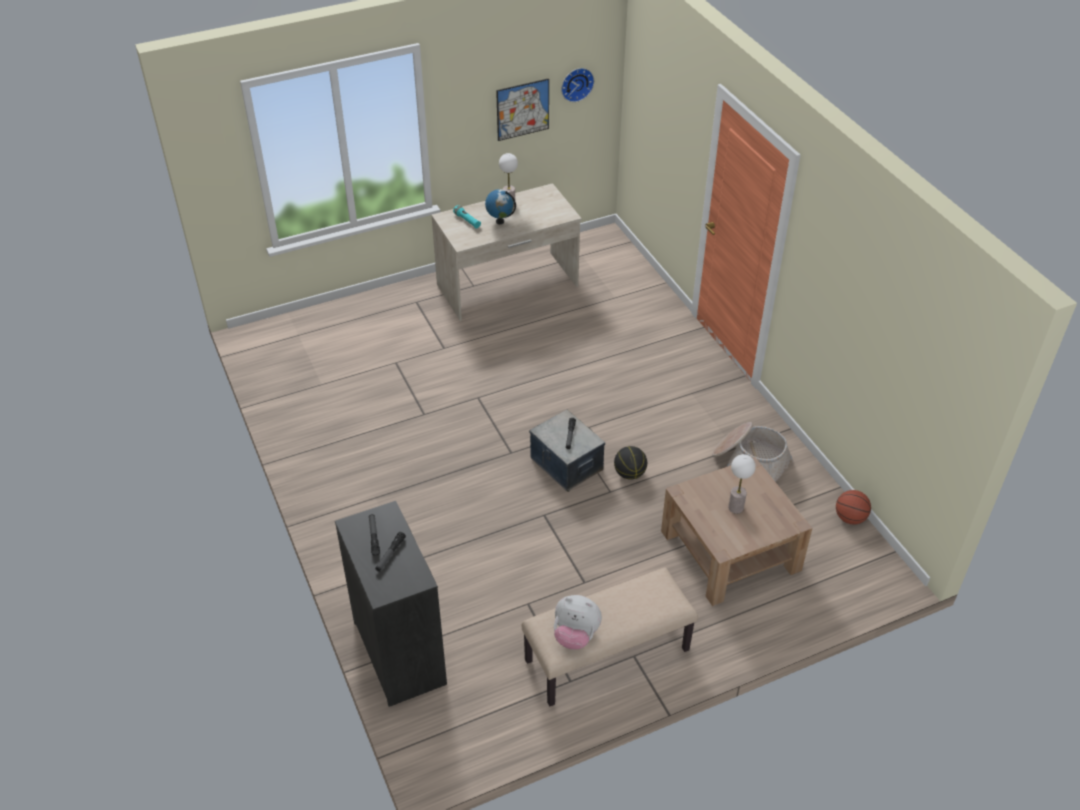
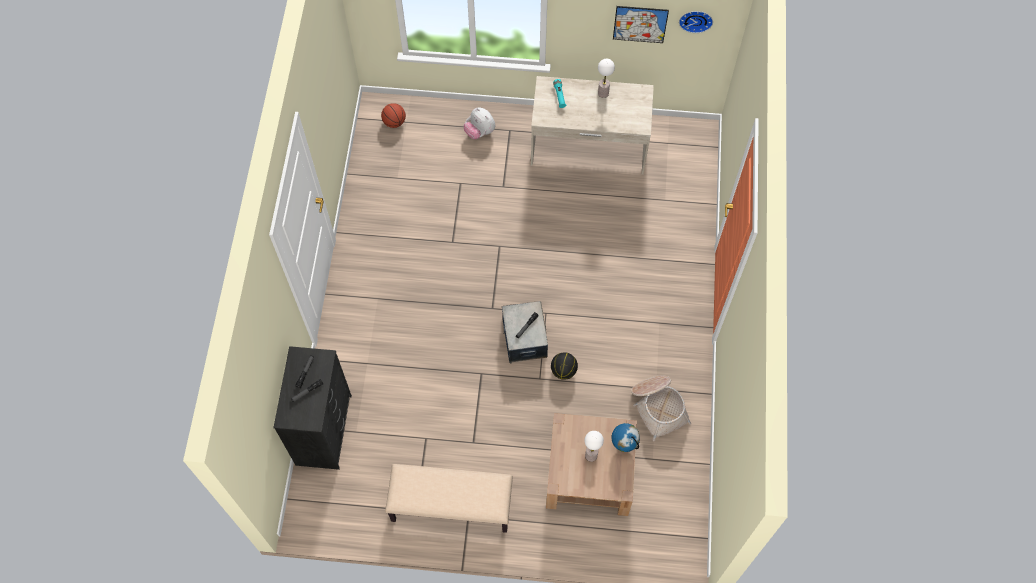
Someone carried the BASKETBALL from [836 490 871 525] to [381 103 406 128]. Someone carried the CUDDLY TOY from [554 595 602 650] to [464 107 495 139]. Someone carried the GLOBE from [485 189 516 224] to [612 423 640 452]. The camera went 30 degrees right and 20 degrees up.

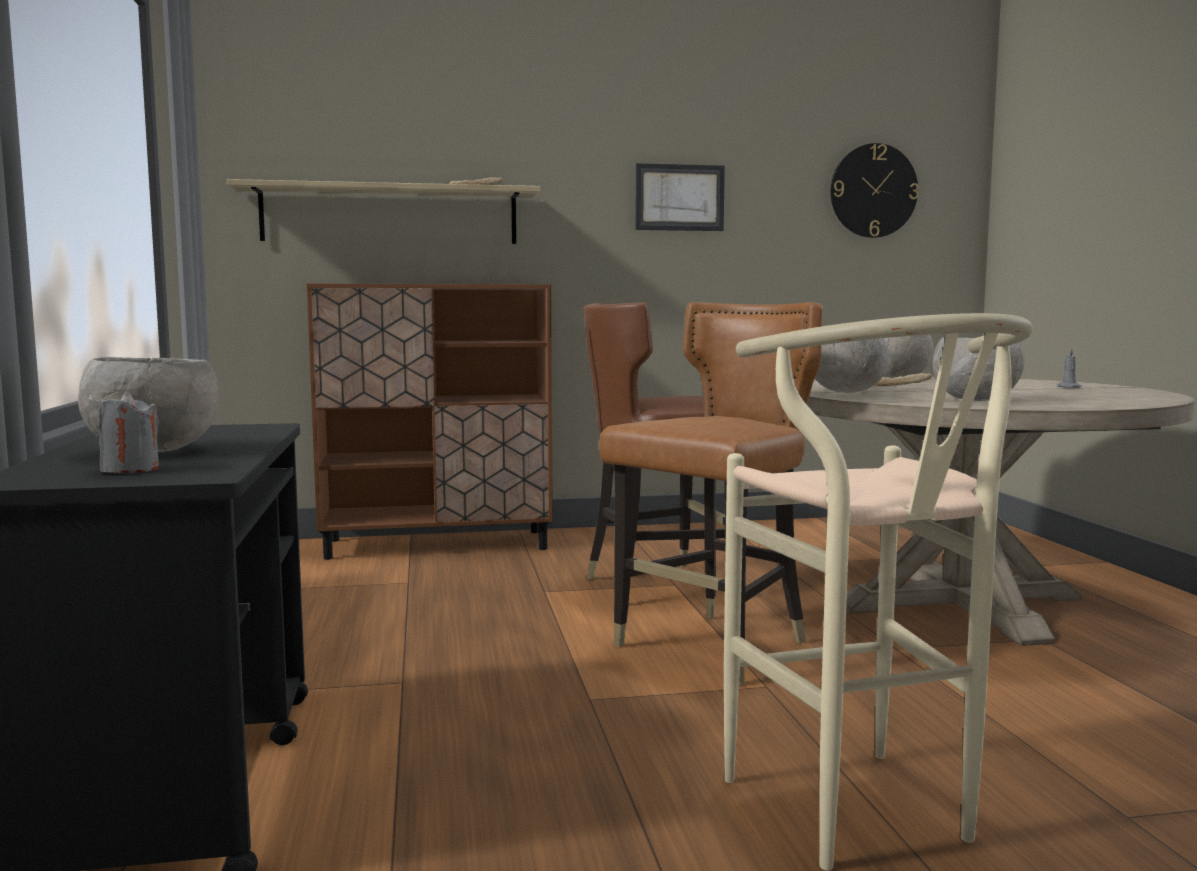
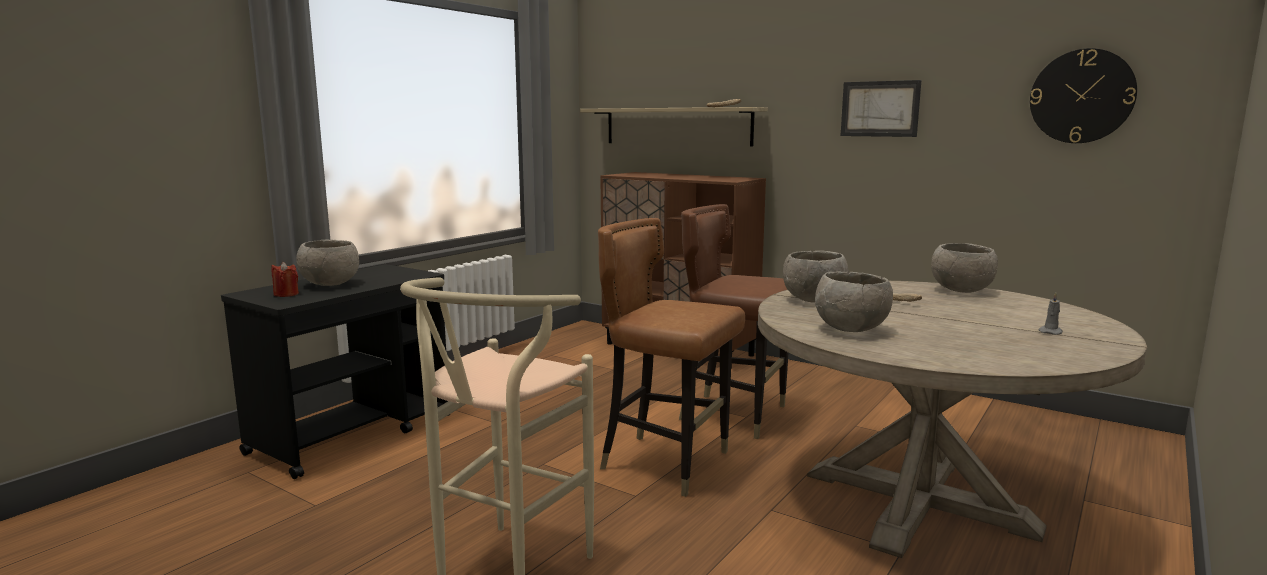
Someone repainted the GRAY WAX LIGHT at [98 391 159 473], which became the RED WAX LIGHT at [271 262 299 297]. Someone rotated the BROWN-COLOURED UPRIGHT CHAIR at [599 302 823 686] by 150 degrees counterclockwise. The camera went 45 degrees right and 5 degrees up.

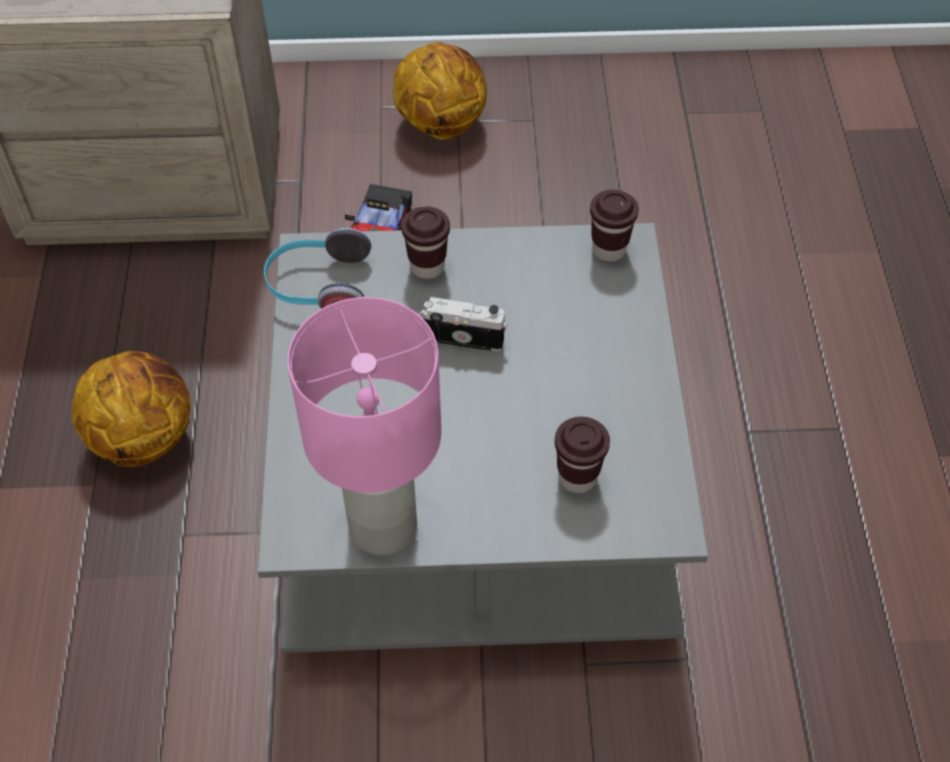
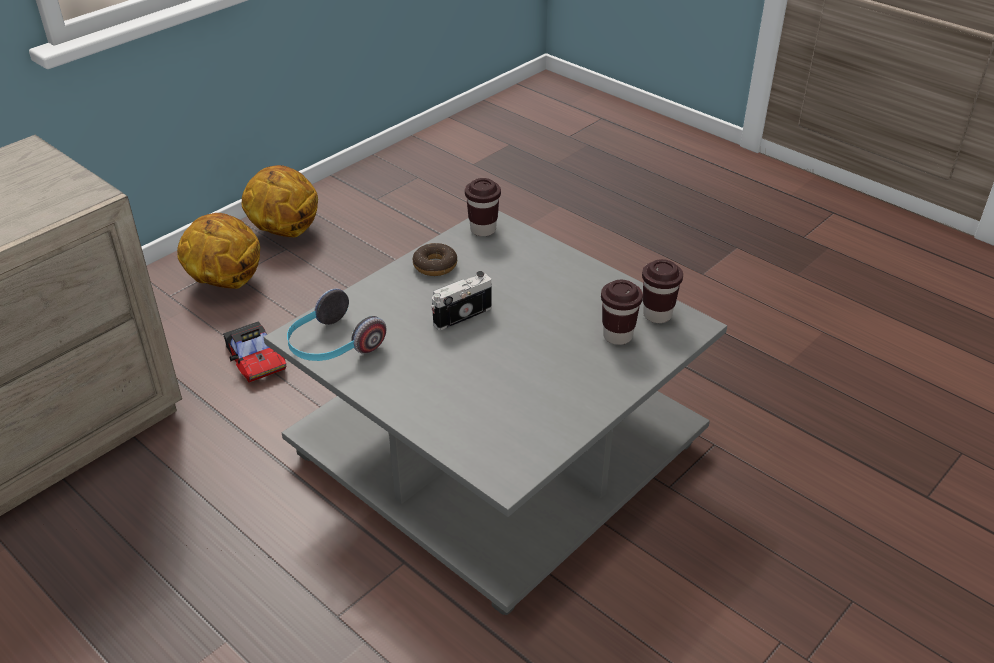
Someone carried the BASKETBALL from [72 351 191 467] to [241 165 318 237]. Someone put down the DONUT at [413 243 457 276]. Someone carried the BROWN-COLOURED SMALL CUP from [401 207 450 279] to [642 259 683 323]. Someone took away the PINK-COLOURED LAMP FOR A TABLE at [287 297 441 556]. The camera went 45 degrees left and 15 degrees down.

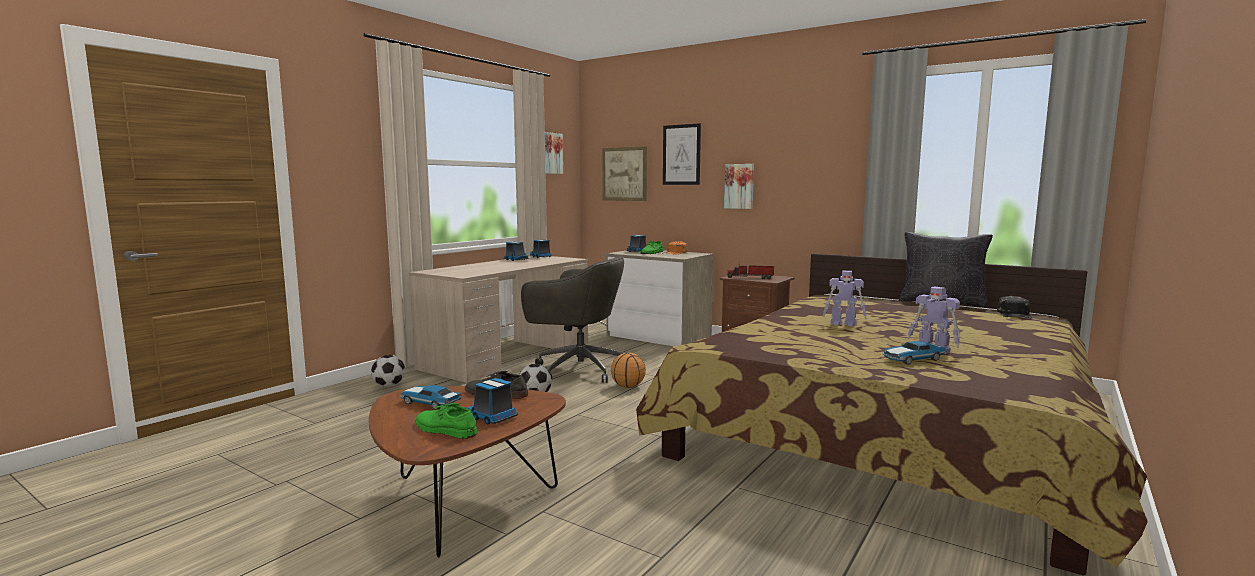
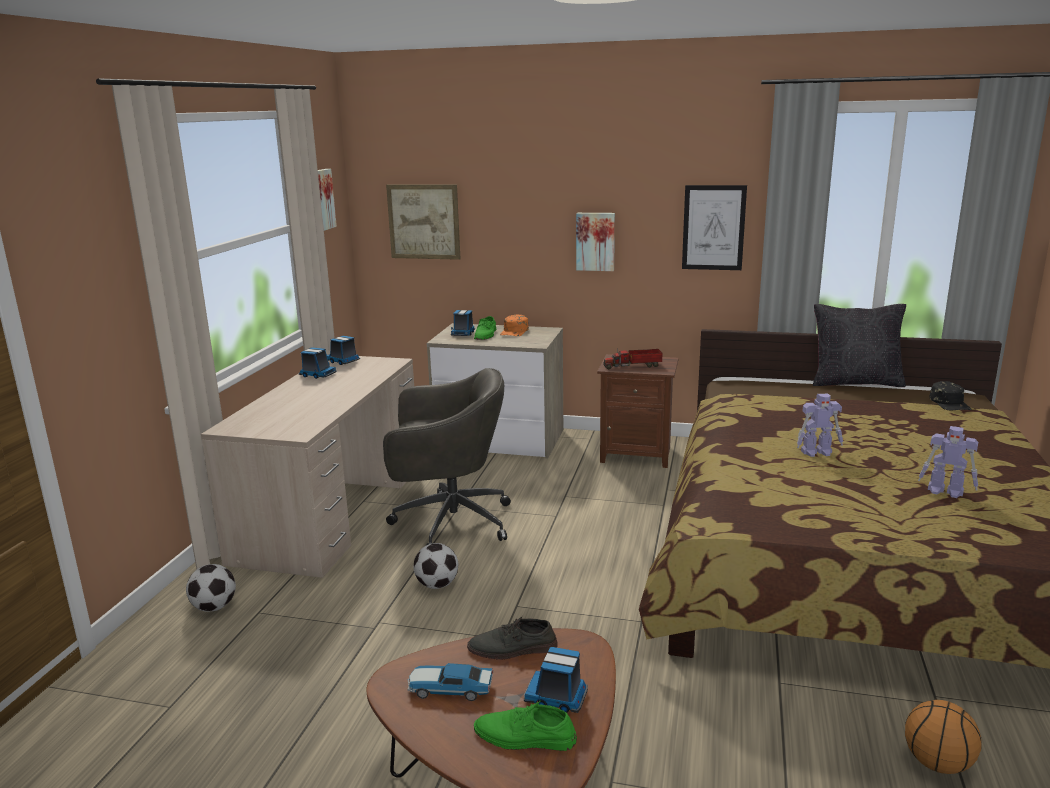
Someone carried the WALL ART from [663 123 701 185] to [682 185 747 270]. Someone carried the BASKETBALL from [611 352 646 388] to [905 700 982 774]. Someone took away the MINIATURE CAR at [882 341 946 365]. The camera went 20 degrees left and 10 degrees up.

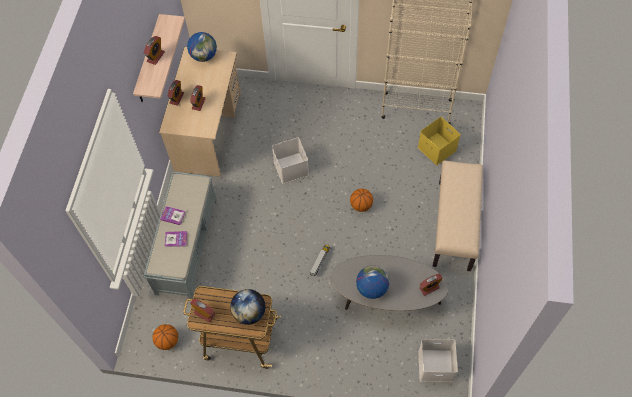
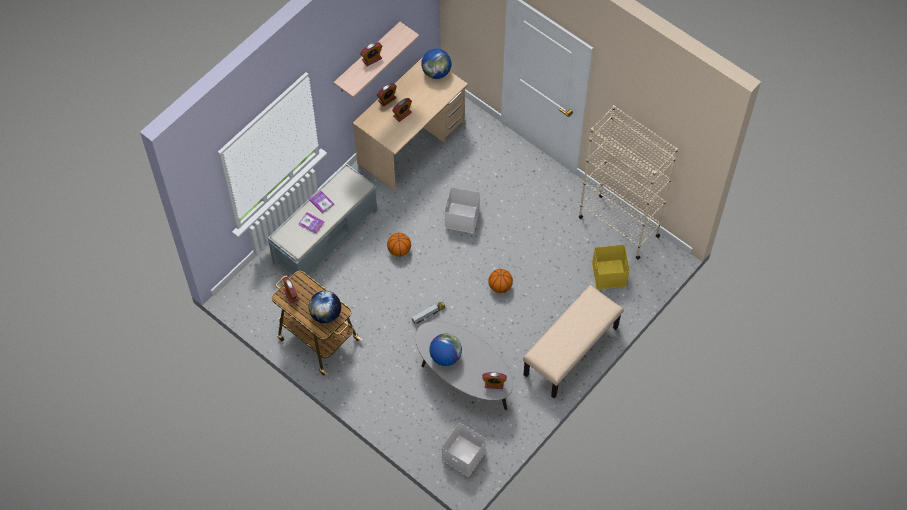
Someone carried the BASKETBALL from [152 324 178 350] to [387 233 411 257]. The camera went 30 degrees right and 0 degrees up.

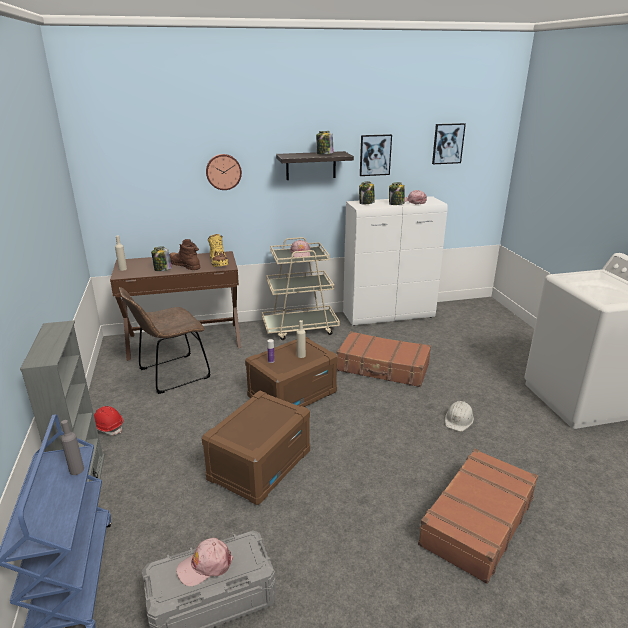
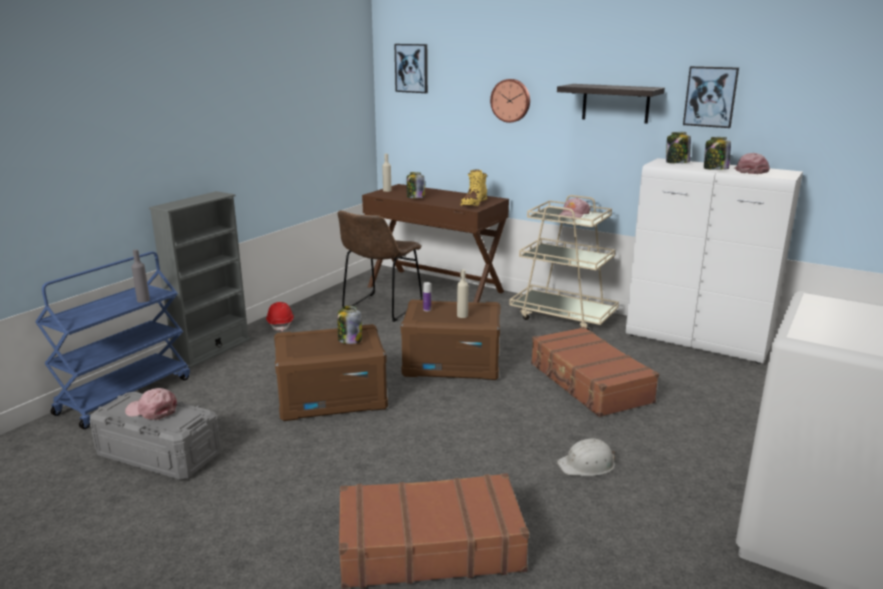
Someone carried the PRESERVE JAR from [316 131 333 154] to [337 306 362 344]. Someone rotated the BROWN-COLOURED UPRIGHT CHAIR at [119 287 211 394] by 75 degrees counterclockwise. Someone carried the WALL ART from [432 123 466 164] to [394 44 428 93]. Someone took away the BROWN-COLOURED BOOT at [170 239 201 270]. The camera went 45 degrees right and 5 degrees down.

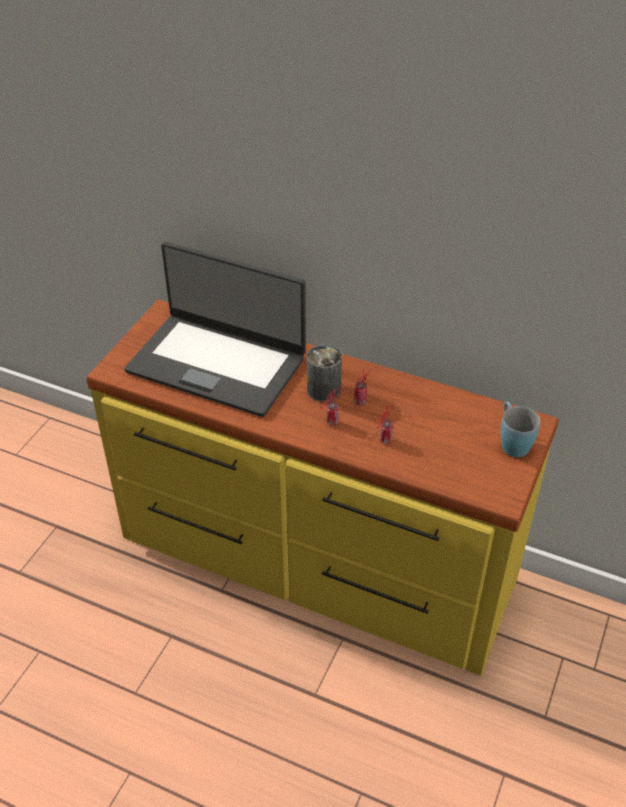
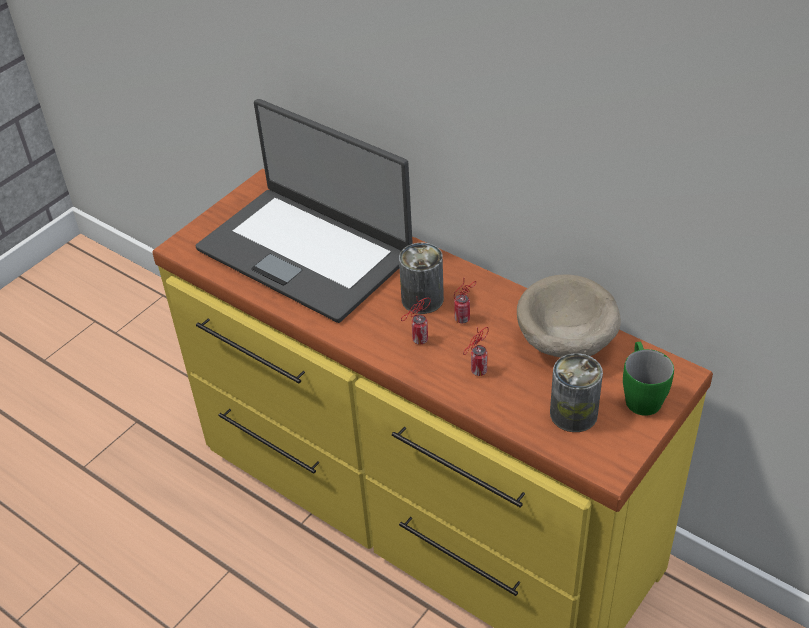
Someone put down the BEIGE SERVING BOWL at [517 274 621 358]. Someone put down the CAN at [550 353 603 432]. Someone repainted the BLUISH MUG at [501 402 540 457], which became the GREENISH MUG at [623 342 674 416]. The camera went 15 degrees right and 0 degrees up.

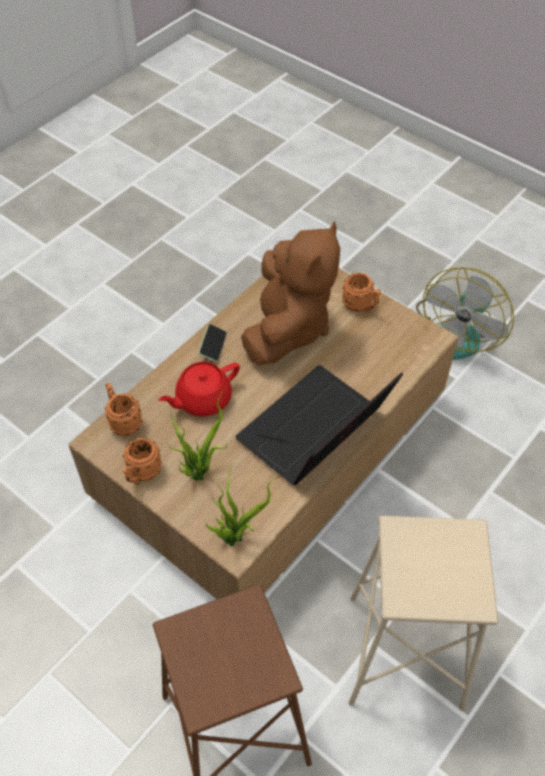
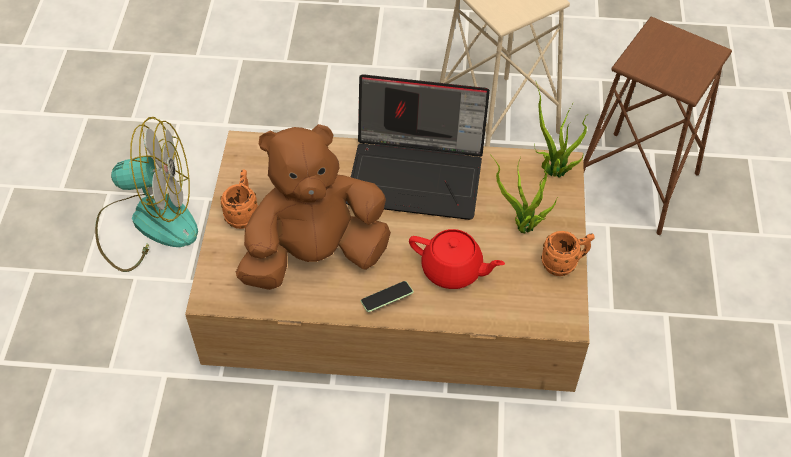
Someone took away the ORANGEY MUG at [105 383 143 436]. The camera went 125 degrees left and 0 degrees up.

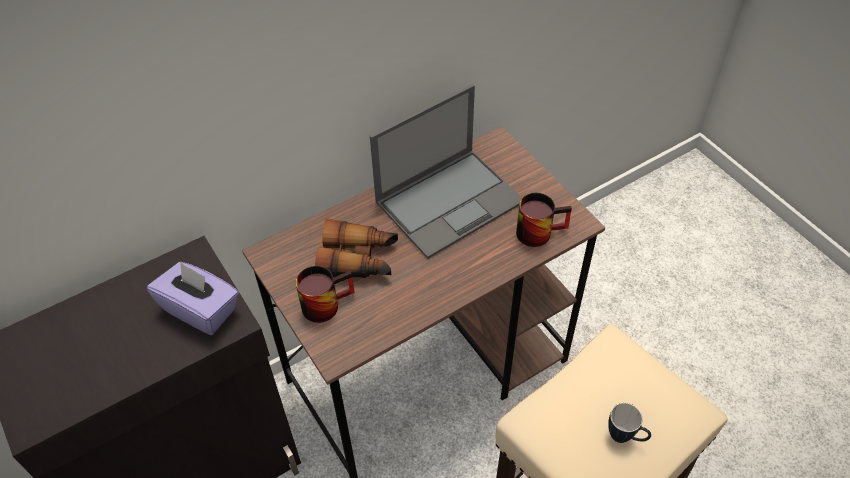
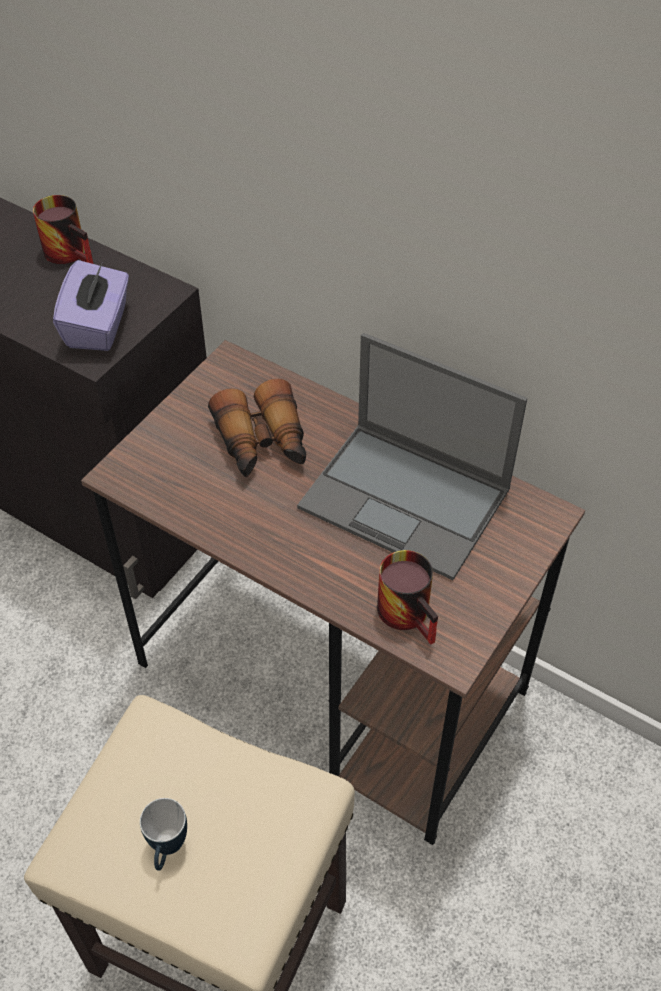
Someone carried the MUG from [296 266 355 323] to [33 195 93 264]. The camera went 65 degrees right and 0 degrees up.

